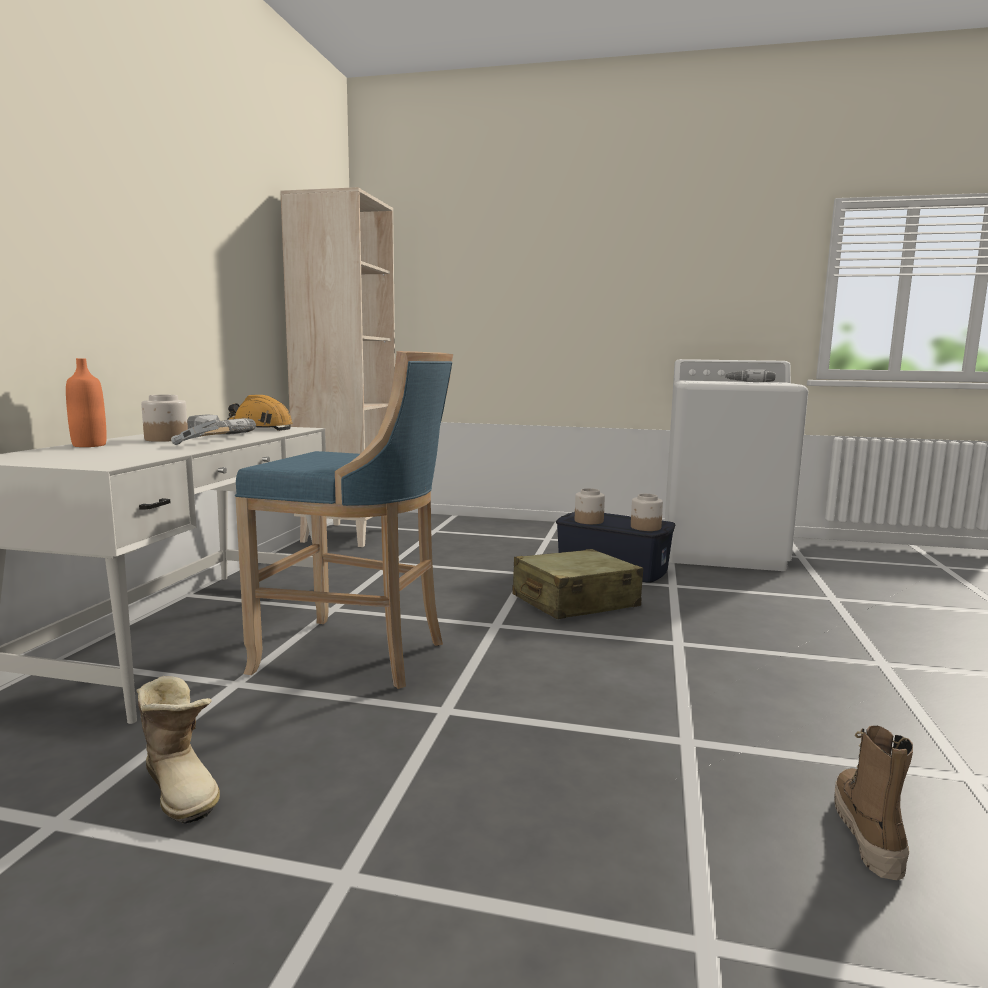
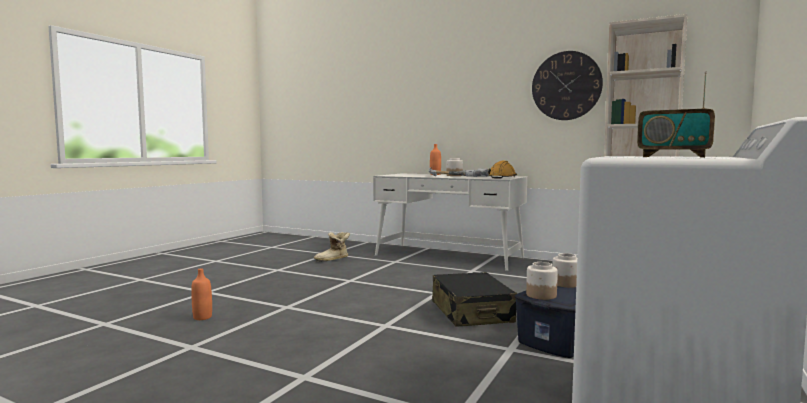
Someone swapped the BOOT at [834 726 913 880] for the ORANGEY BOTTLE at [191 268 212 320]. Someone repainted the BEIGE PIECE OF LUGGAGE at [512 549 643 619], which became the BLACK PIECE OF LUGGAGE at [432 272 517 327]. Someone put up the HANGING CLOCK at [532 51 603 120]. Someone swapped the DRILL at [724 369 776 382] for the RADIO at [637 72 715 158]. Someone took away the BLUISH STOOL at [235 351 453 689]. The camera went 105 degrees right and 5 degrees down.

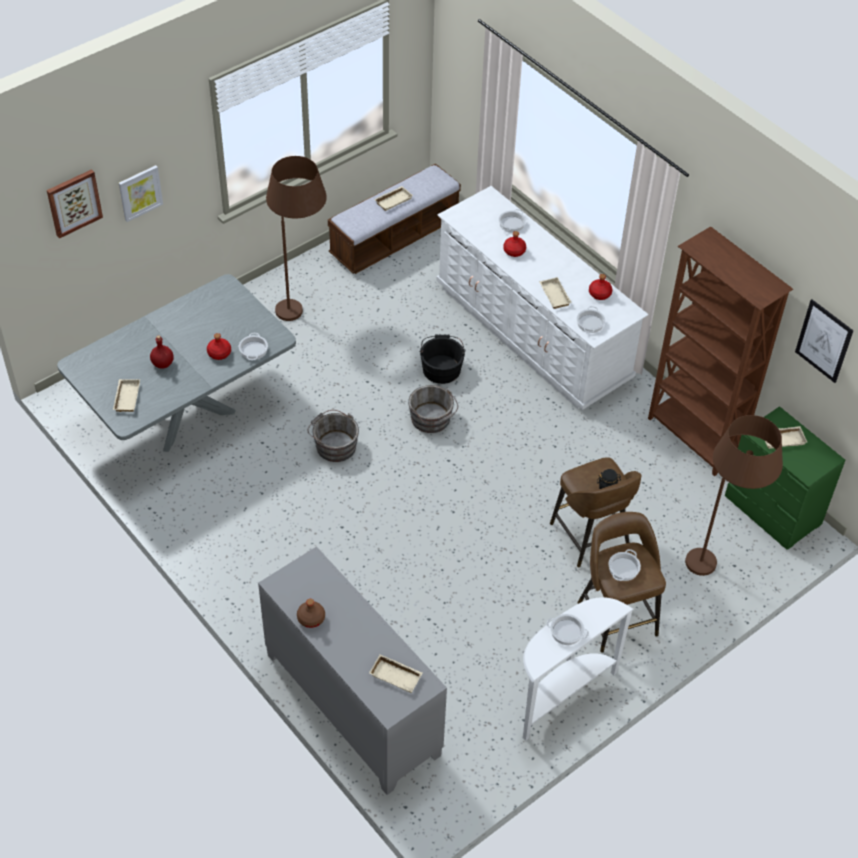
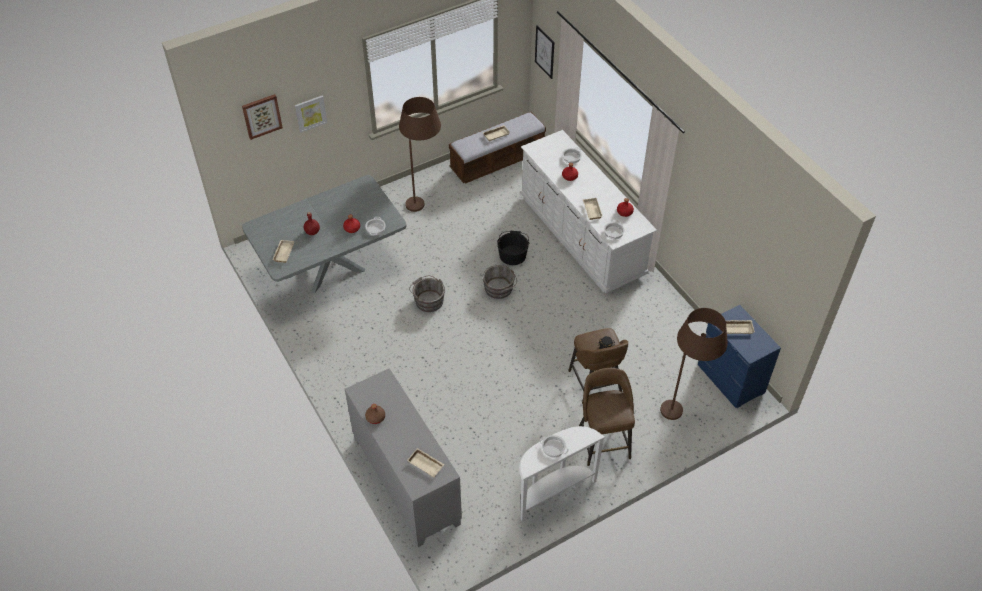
Someone carried the WALL ART from [795 299 853 383] to [535 25 554 79]. Someone repainted the GREENISH DRESSER at [725 406 845 550], which became the BLUISH DRESSER at [698 305 781 408]. Someone took away the STOCKPOT at [609 549 641 581]. Someone took away the BROWN-COLOURED SHELVING UNIT at [648 226 793 476]. The camera went 10 degrees right and 0 degrees up.

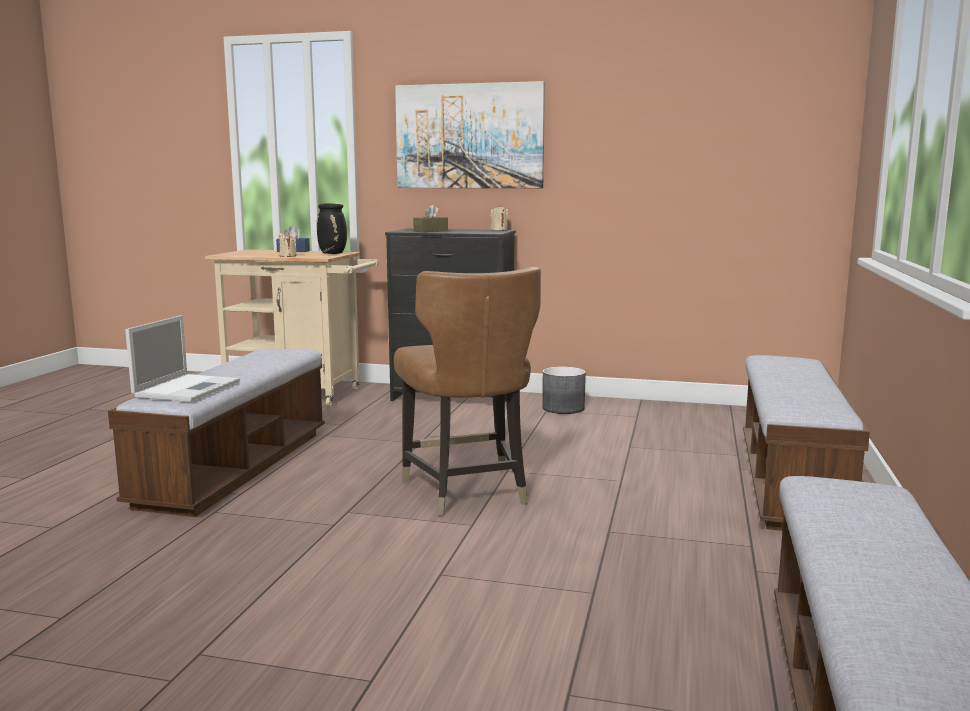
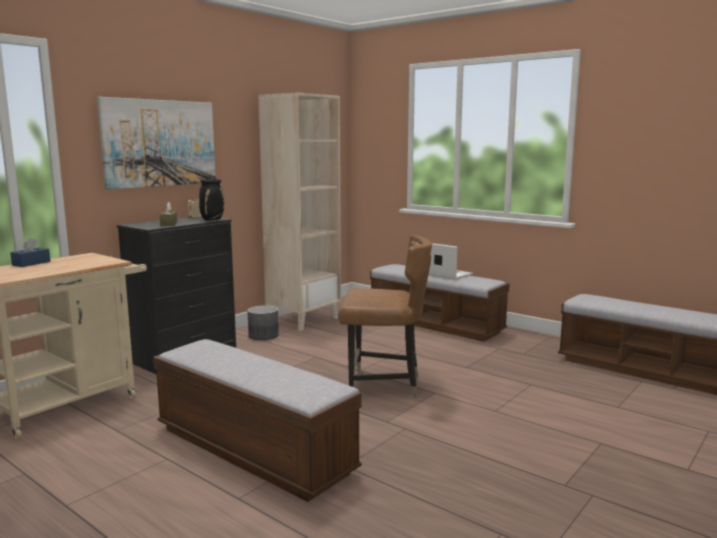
Someone carried the BLACK FLOWER VASE from [317 203 347 254] to [199 179 224 220]. Someone put down the BEIGE SHELVING UNIT at [258 93 341 331]. Someone carried the NOTEBOOK COMPUTER from [125 315 240 402] to [429 243 473 280]. Someone took away the BEIGE WAX LIGHT at [279 231 297 257]. The camera went 65 degrees left and 0 degrees up.

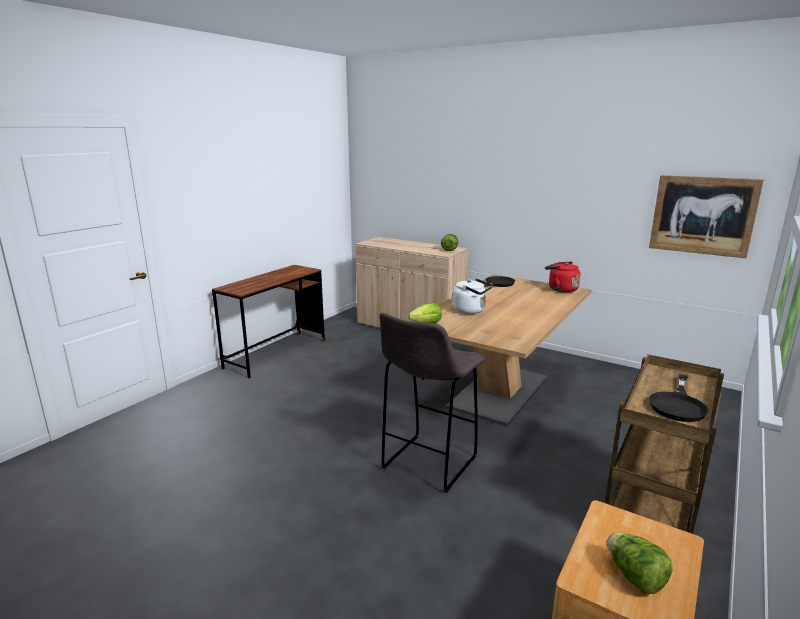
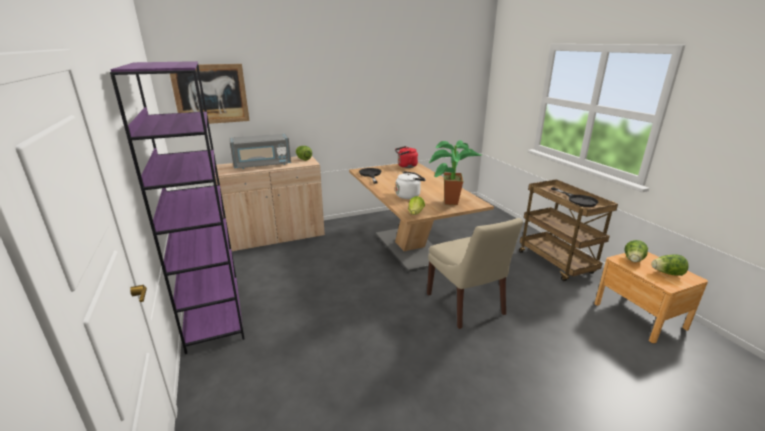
Someone swapped the BROWN-COLOURED DESK at [212 265 325 378] for the PURPLE-COLOURED SHELVING UNIT at [110 61 245 354]. Someone carried the WALL ART from [649 175 764 258] to [170 64 250 124]. Someone put down the GRAY MICROWAVE OVEN at [229 134 291 169]. Someone swapped the GRAY STOOL at [380 313 485 493] for the BEIGE UPRIGHT CHAIR at [427 218 523 329]. Someone put down the PLANT IN A POT at [429 140 482 205]. Someone put down the LETTUCE HEAD at [624 240 648 262]. The camera went 55 degrees left and 5 degrees up.

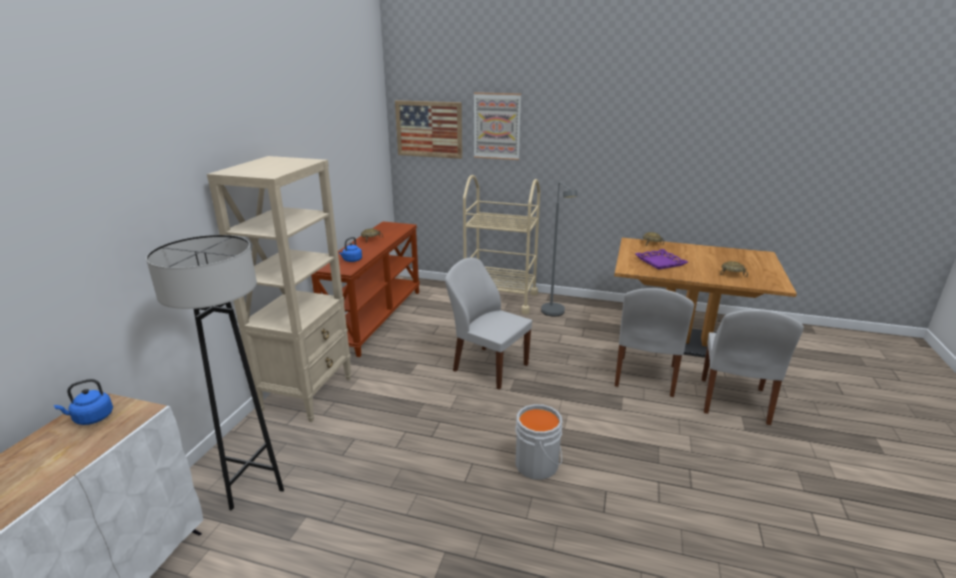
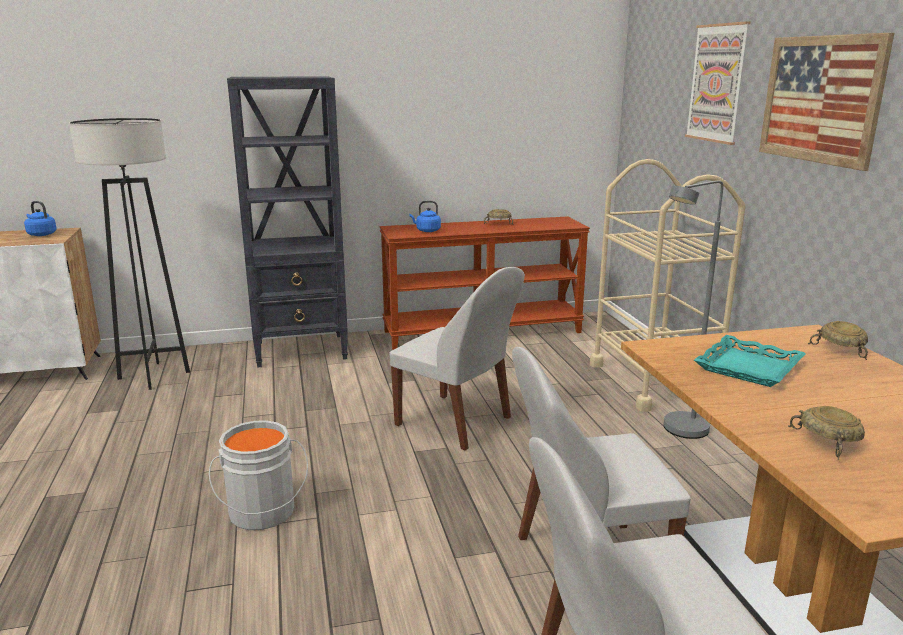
Someone repainted the BEIGE SHELVING UNIT at [207 156 352 422], which became the BLACK SHELVING UNIT at [227 76 348 367]. Someone rotated the WHITE UPRIGHT CHAIR at [445 258 532 390] by 120 degrees clockwise. Someone repainted the PURPLE-COLOURED CARRYING TRAY at [635 249 688 270], which became the TURQUOISE CARRYING TRAY at [694 335 806 387]. Someone carried the WALL ART from [395 100 462 159] to [759 33 894 171]. The camera went 60 degrees right and 5 degrees down.

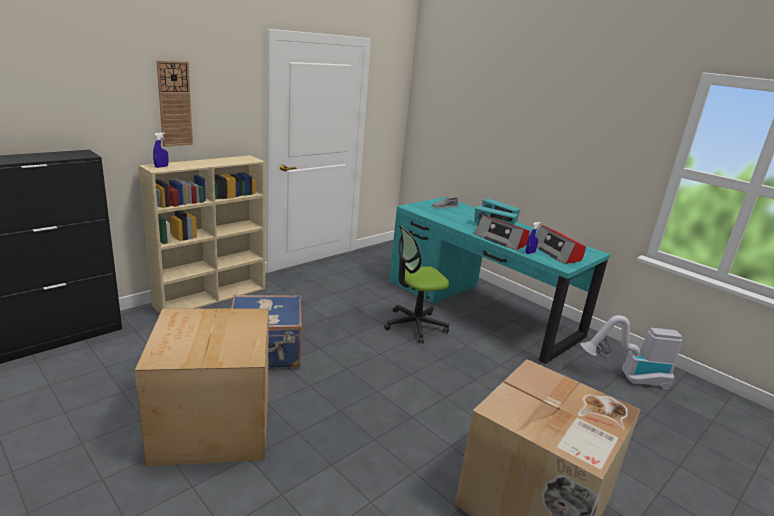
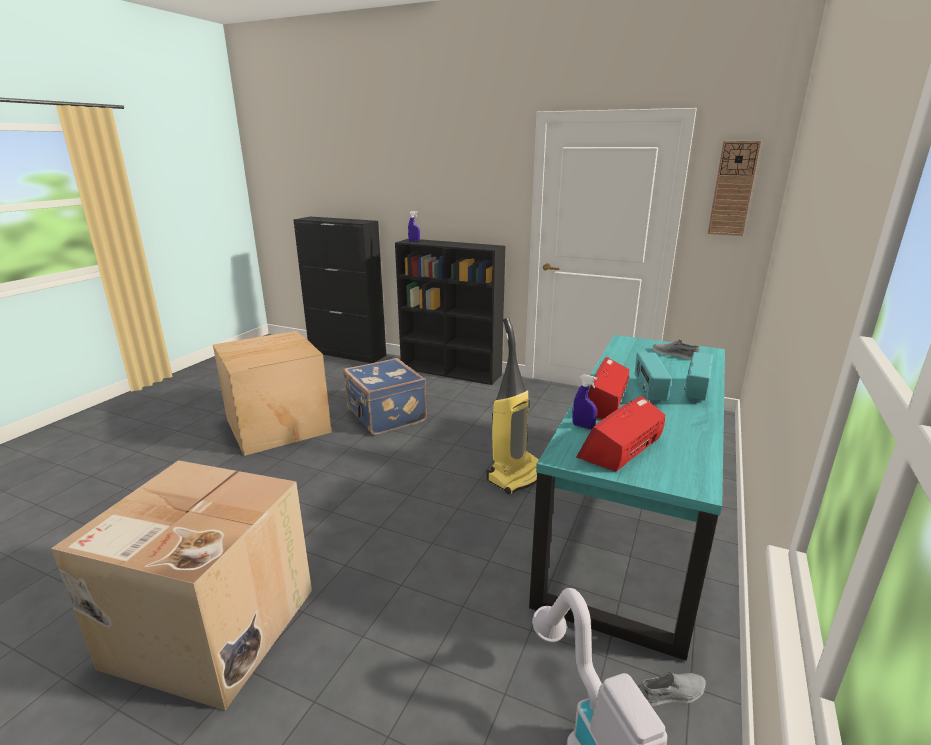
Someone repainted the BEIGE SHELVING UNIT at [139 155 265 313], which became the BLACK SHELVING UNIT at [395 239 505 385]. Someone swapped the DESK CHAIR at [384 225 449 344] for the VACUUM CLEANER at [486 317 538 495]. Someone carried the HANGING CLOCK from [156 60 193 147] to [708 141 761 236]. The camera went 70 degrees right and 0 degrees up.

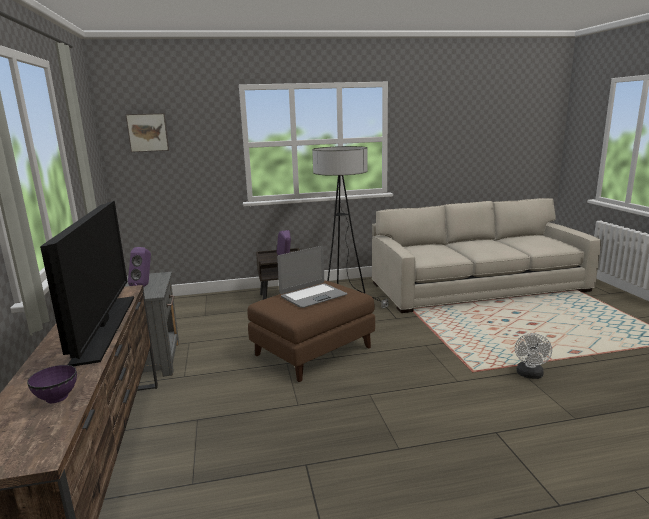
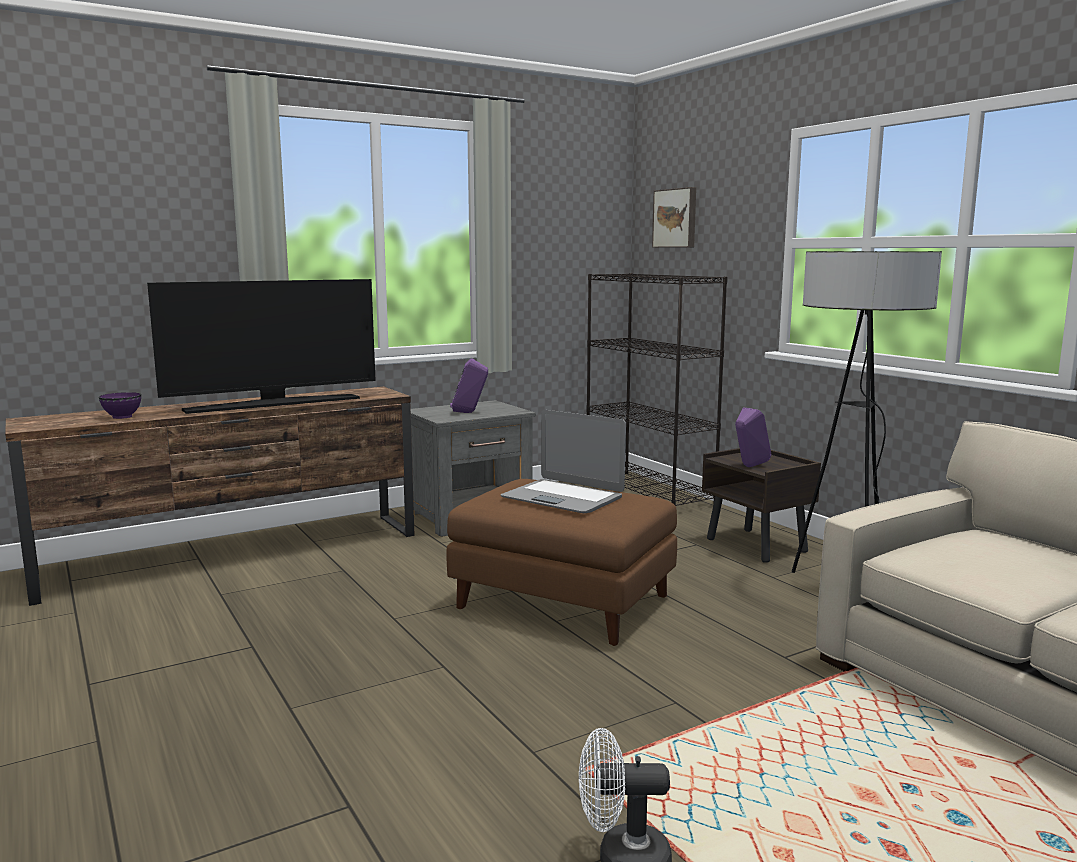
Someone put down the BLACK SHELVING UNIT at [586 273 728 506]. The camera went 70 degrees right and 5 degrees down.

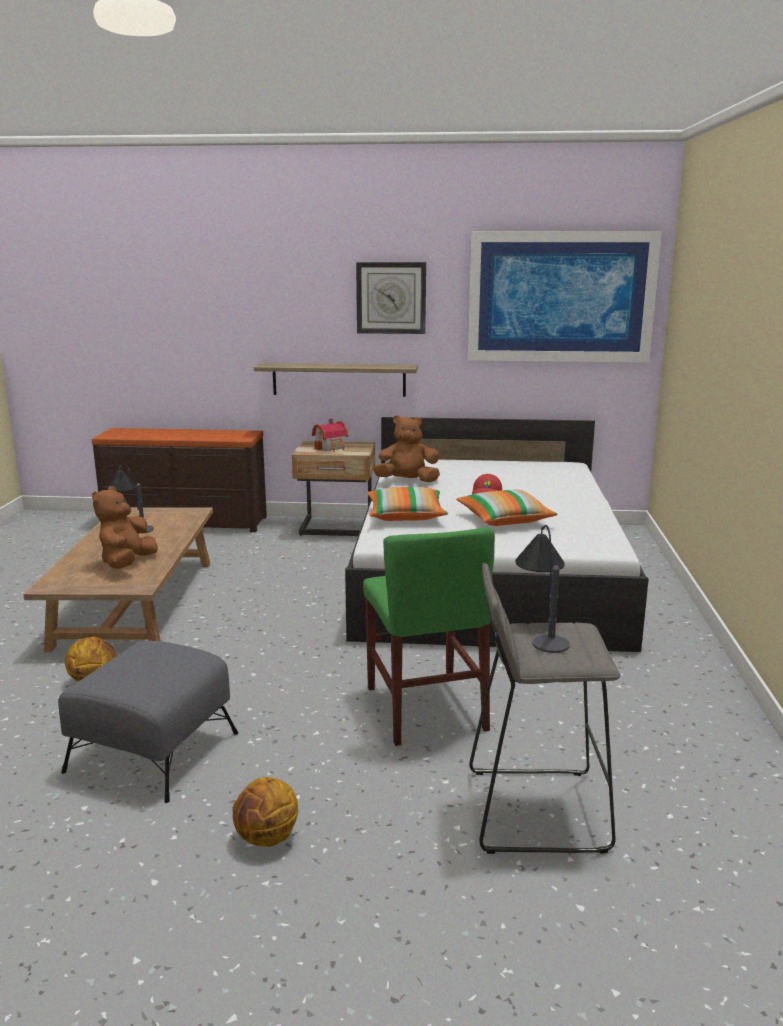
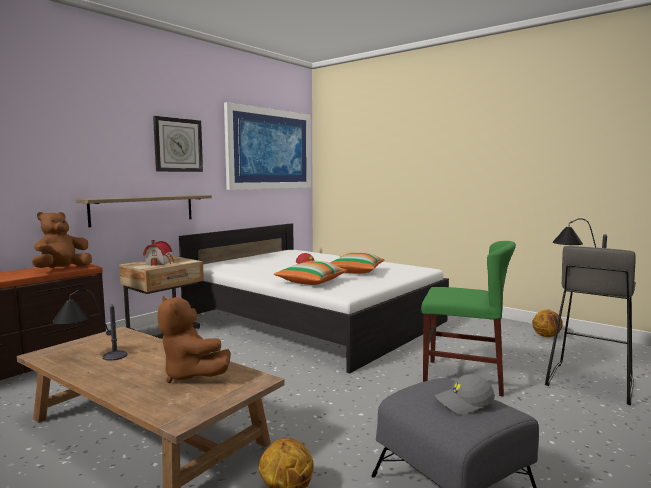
Someone carried the BROWN-COLOURED CUDDLY TOY from [373 415 440 482] to [32 212 92 268]. Someone put down the GRAY BASEBALL CAP at [435 374 495 415]. Someone carried the BASKETBALL from [232 777 298 847] to [532 310 563 337]. The camera went 55 degrees left and 10 degrees down.

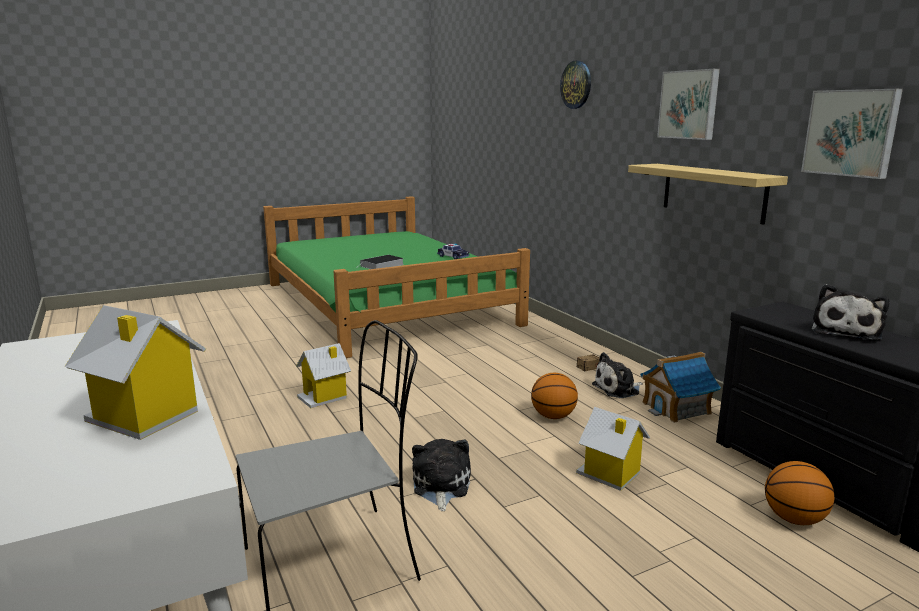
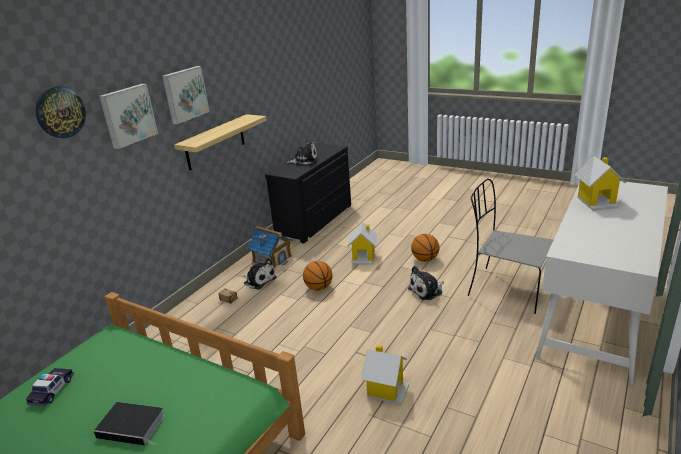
Someone carried the WALL ART from [801 89 903 179] to [99 84 158 149]. Someone carried the BASKETBALL from [765 461 834 525] to [411 234 439 262]. The camera went 120 degrees left and 10 degrees up.

